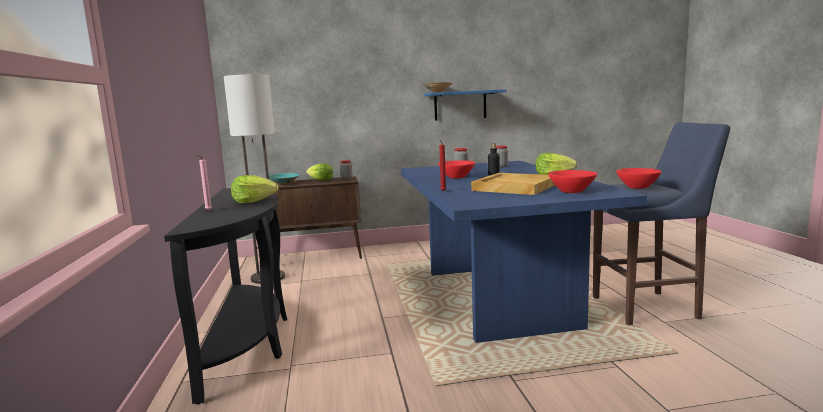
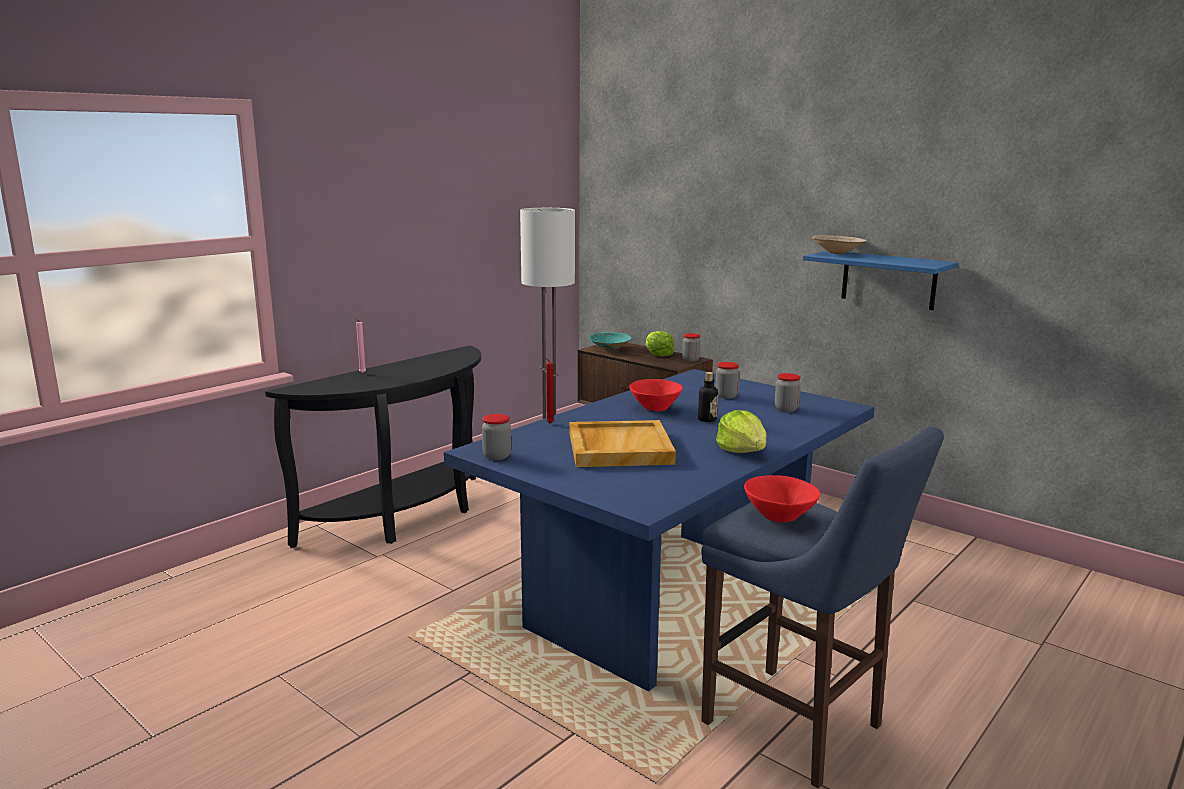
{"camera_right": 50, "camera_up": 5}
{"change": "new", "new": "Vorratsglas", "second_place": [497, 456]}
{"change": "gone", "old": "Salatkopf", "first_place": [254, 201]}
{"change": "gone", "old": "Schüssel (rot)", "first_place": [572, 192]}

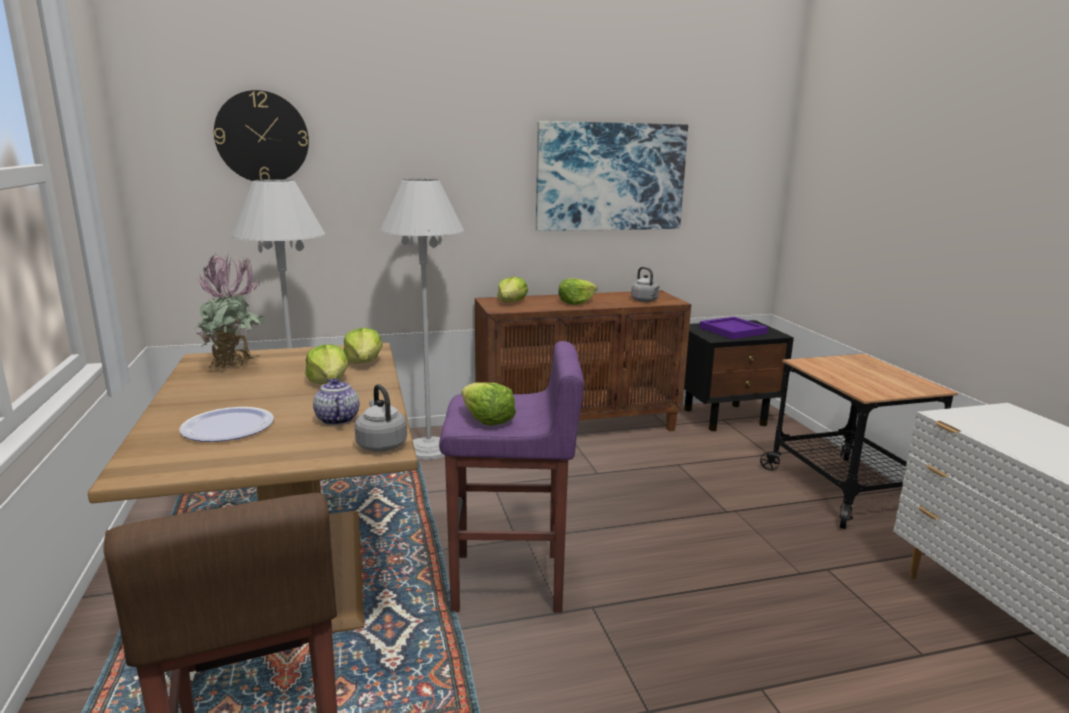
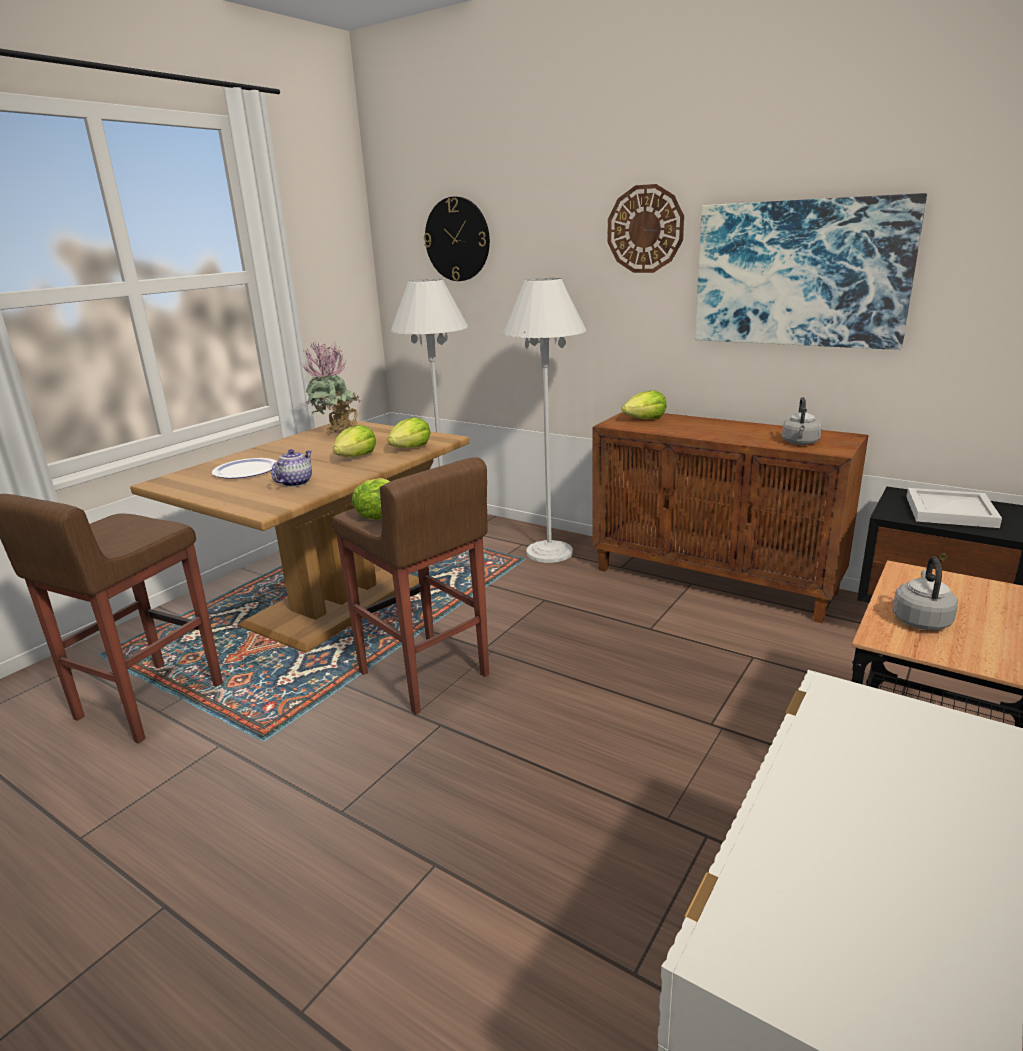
{"camera_right": 50, "camera_up": 5}
{"change": "repainted", "old": "Hocker (lila)", "new": "Hocker (braun)", "first_place": [510, 582], "second_place": [423, 675]}
{"change": "new", "new": "Wanduhr", "second_place": [645, 229]}
{"change": "shifted", "old": "Wasserkessel (grau)", "first_place": [381, 444], "second_place": [920, 620]}
{"change": "repainted", "old": "Tablett (lila)", "new": "Tablett (weiß)", "first_place": [732, 331], "second_place": [949, 511]}
{"change": "gone", "old": "Salatkopf", "first_place": [576, 302]}

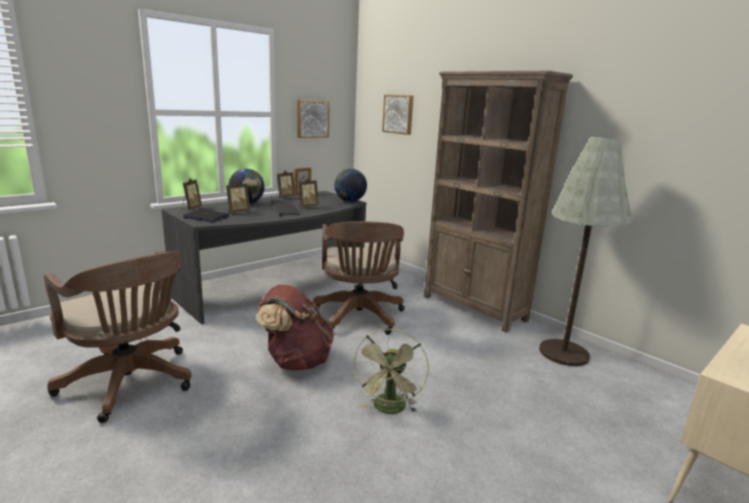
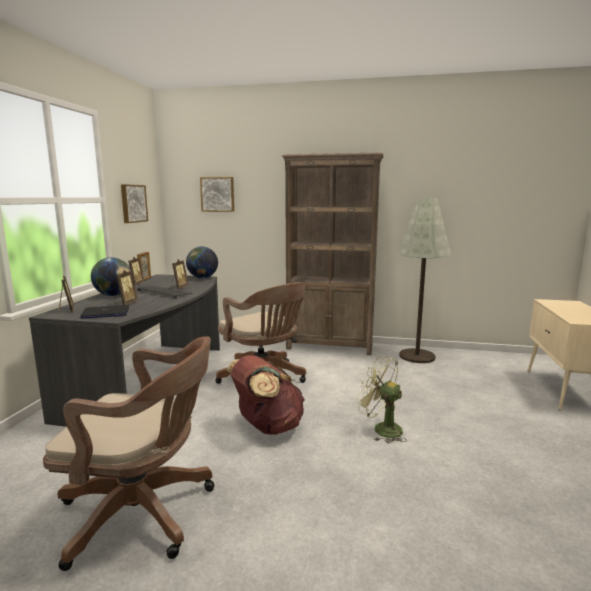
{"camera_right": -35, "camera_up": -5}
{"change": "rotated", "old": "Ventilator (grün)", "first_place": [389, 409], "second_place": [381, 429], "degrees": 150}

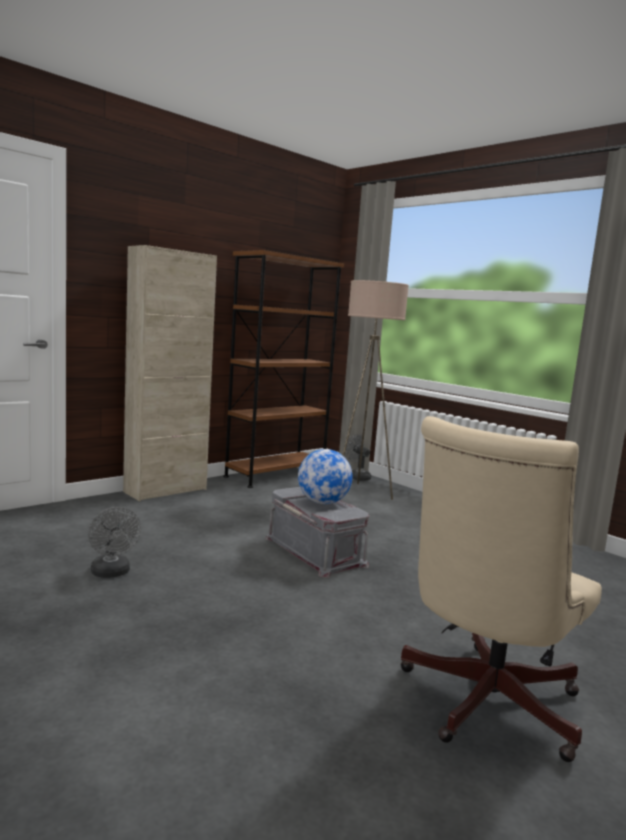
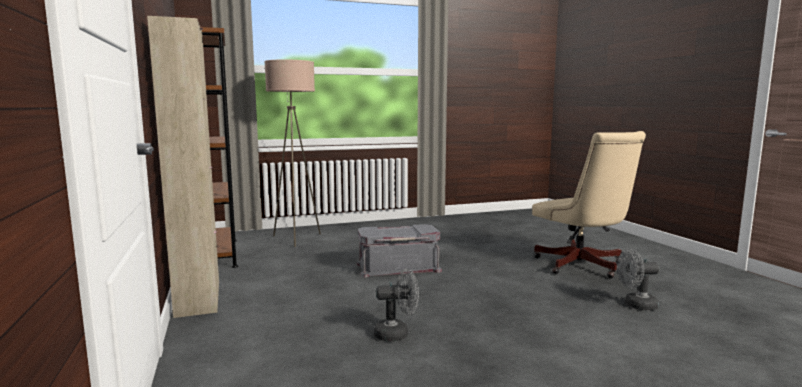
{"camera_right": -65, "camera_up": 0}
{"change": "shifted", "old": "Ventilator (grau)", "first_place": [357, 477], "second_place": [636, 305]}
{"change": "gone", "old": "Globus", "first_place": [322, 502]}

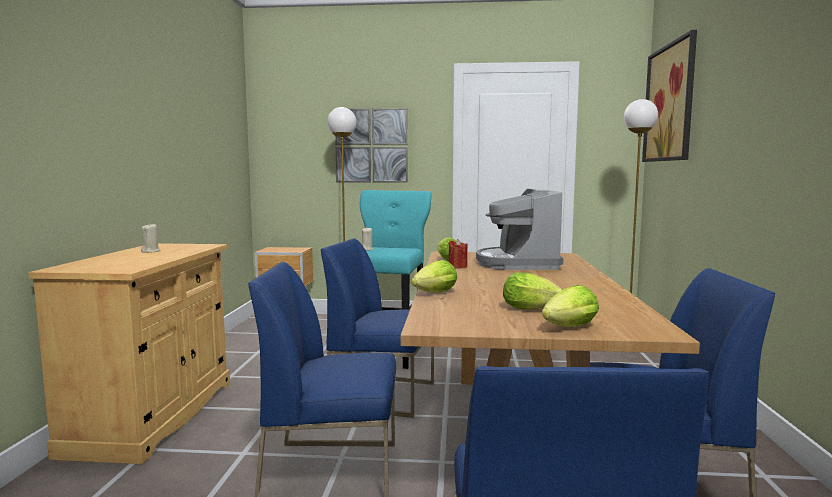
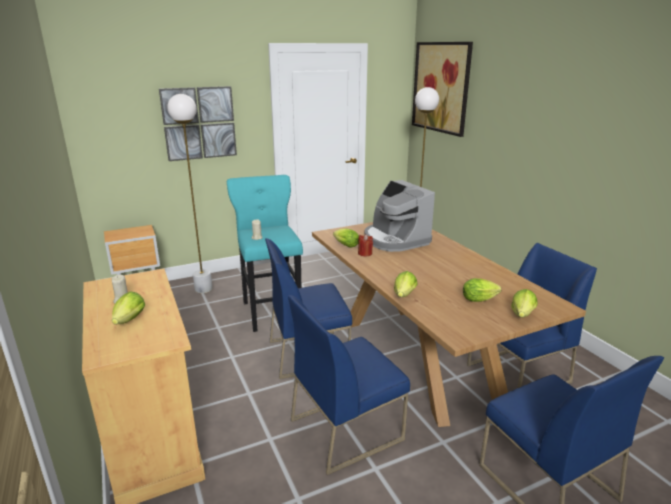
{"camera_right": -30, "camera_up": 15}
{"change": "new", "new": "Salatkopf", "second_place": [128, 321]}

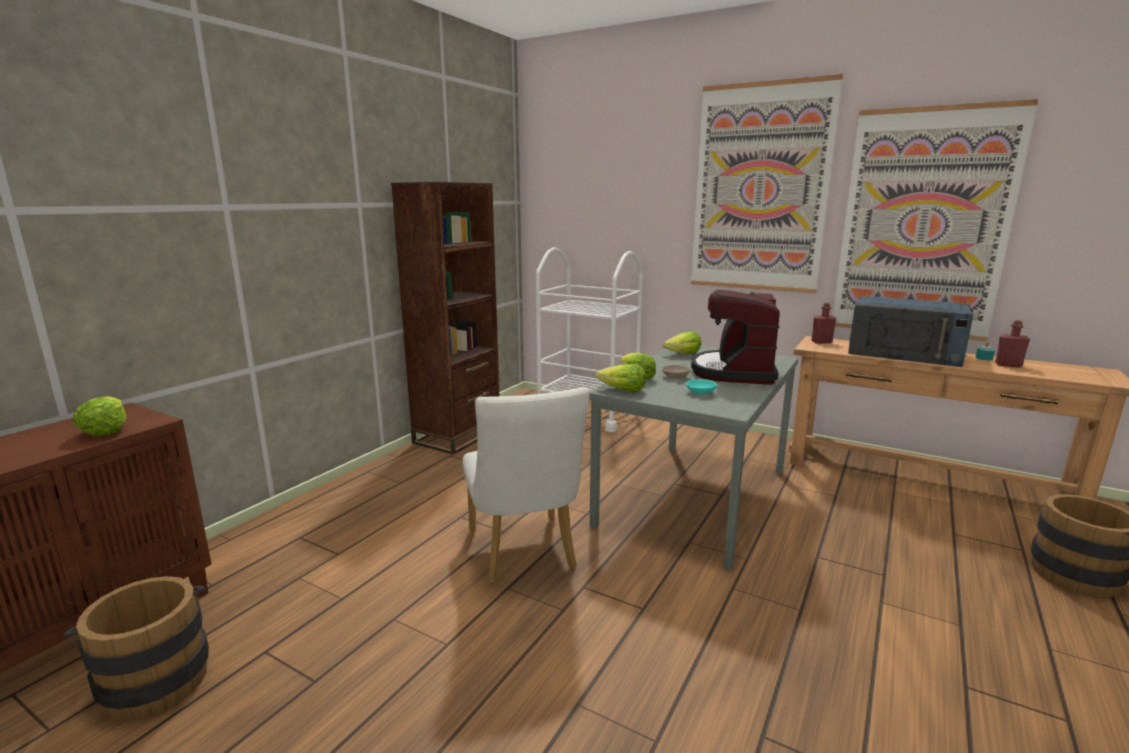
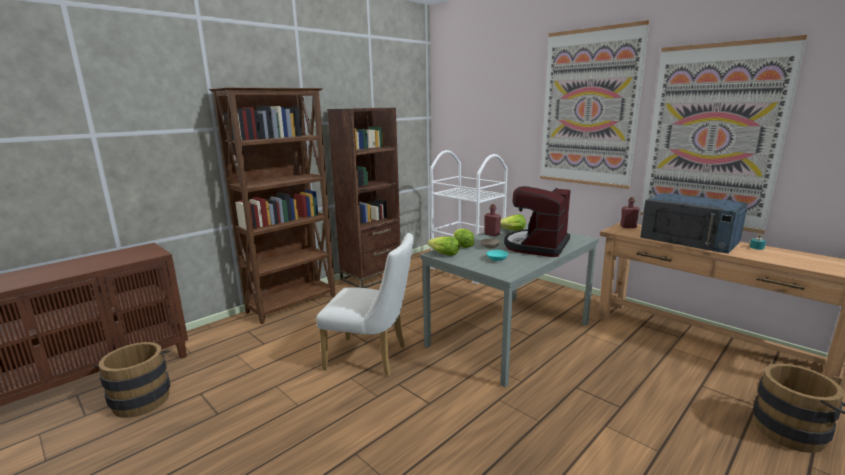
{"camera_right": 15, "camera_up": 0}
{"change": "new", "new": "Bücherregal (braun)", "second_place": [293, 304]}
{"change": "rotated", "old": "Stuhl (weiß)", "first_place": [524, 553], "second_place": [372, 358], "degrees": -75}
{"change": "shifted", "old": "Flasche (rot)", "first_place": [1008, 365], "second_place": [492, 234]}
{"change": "gone", "old": "Salatkopf", "first_place": [106, 430]}

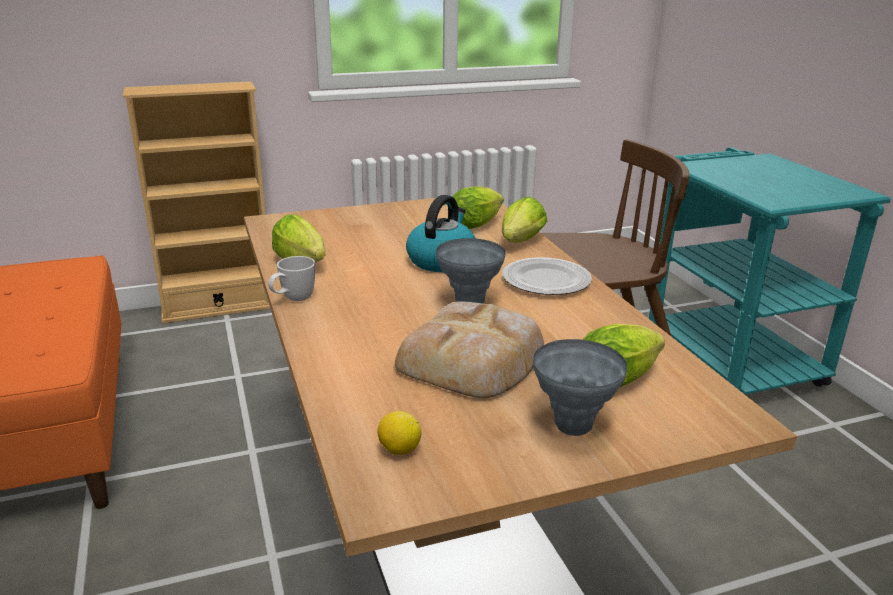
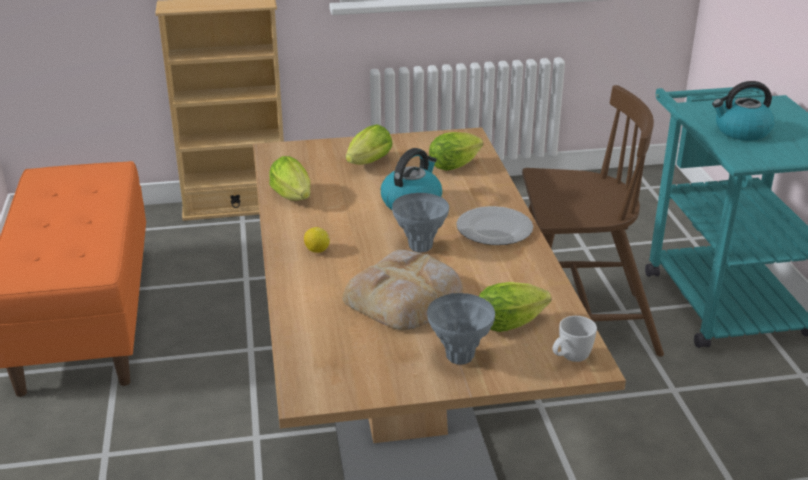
{"camera_right": 10, "camera_up": 5}
{"change": "shifted", "old": "Zitrone", "first_place": [399, 449], "second_place": [317, 250]}
{"change": "shifted", "old": "Salatkopf", "first_place": [519, 243], "second_place": [367, 164]}
{"change": "shifted", "old": "Henkelbecher (weiß)", "first_place": [293, 300], "second_place": [570, 359]}
{"change": "new", "new": "Wasserkessel", "second_place": [741, 131]}

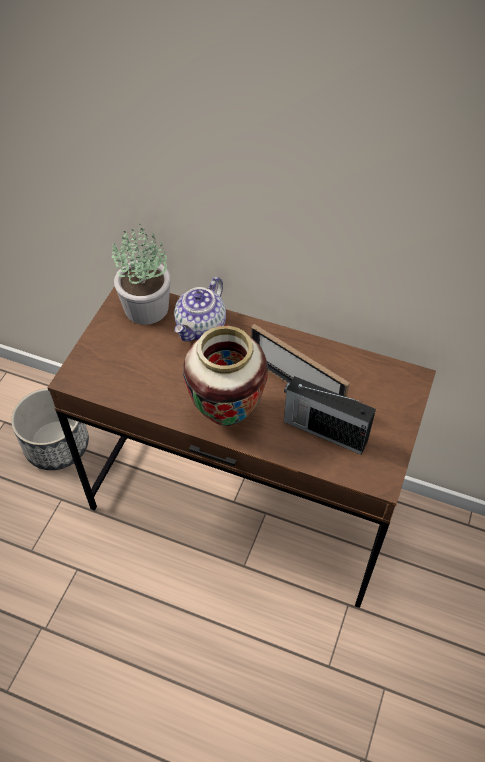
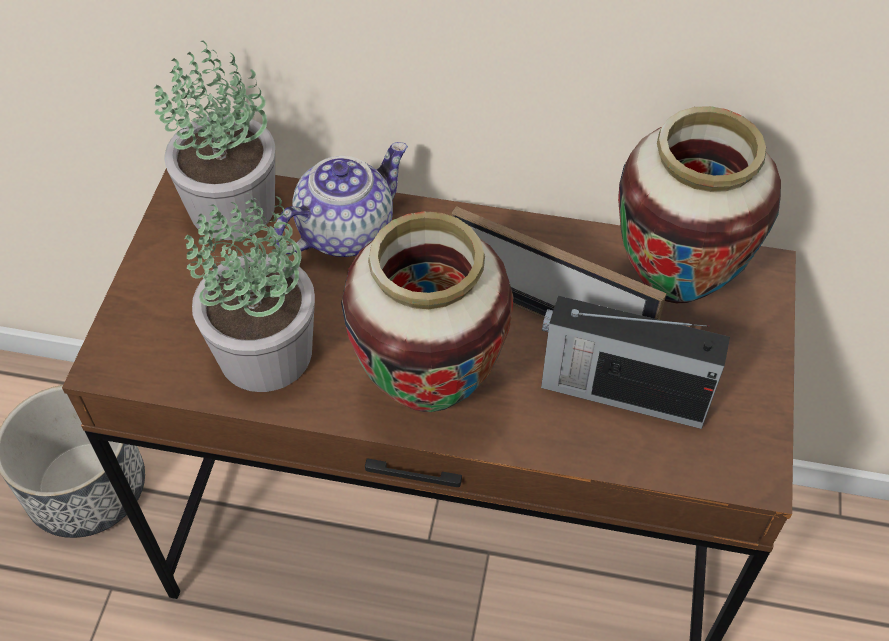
{"camera_right": -10, "camera_up": 0}
{"change": "new", "new": "Topfpflanze", "second_place": [267, 354]}
{"change": "rotated", "old": "Teekanne", "first_place": [201, 327], "second_place": [345, 231], "degrees": -150}
{"change": "new", "new": "Vase", "second_place": [674, 286]}

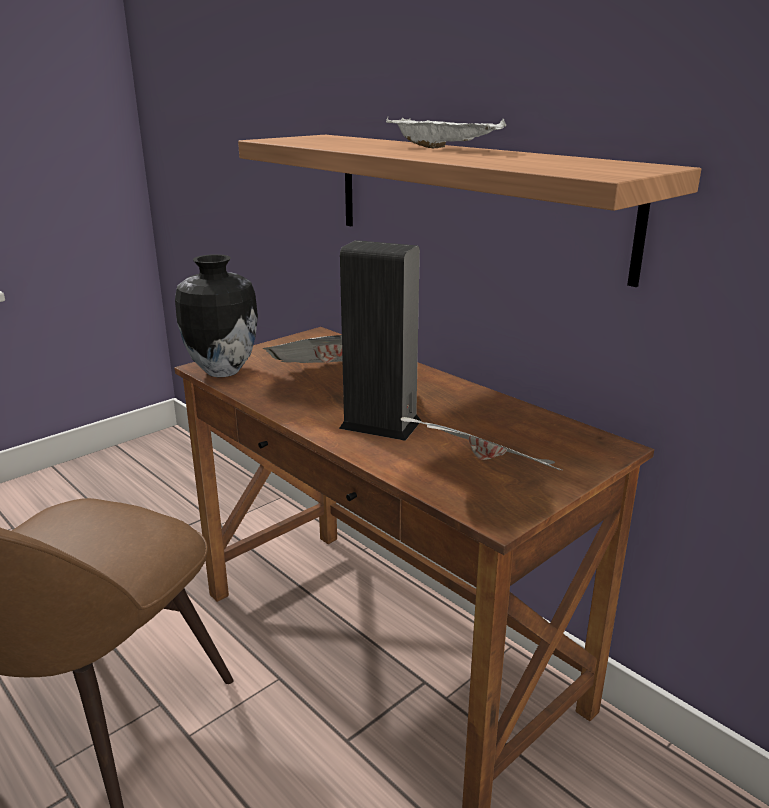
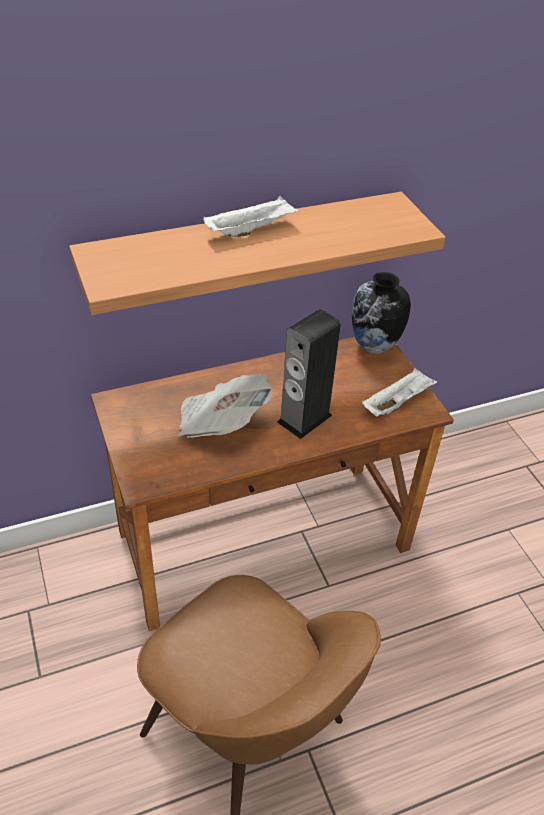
{"camera_right": -70, "camera_up": 20}
{"change": "shifted", "old": "Vase", "first_place": [221, 371], "second_place": [374, 347]}
{"change": "swapped", "old": "Zeitung", "new": "Tablett (weiß)", "first_place": [486, 484], "second_place": [397, 402]}

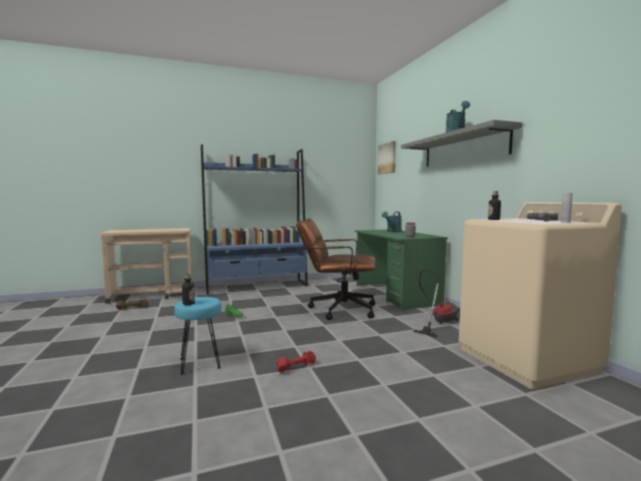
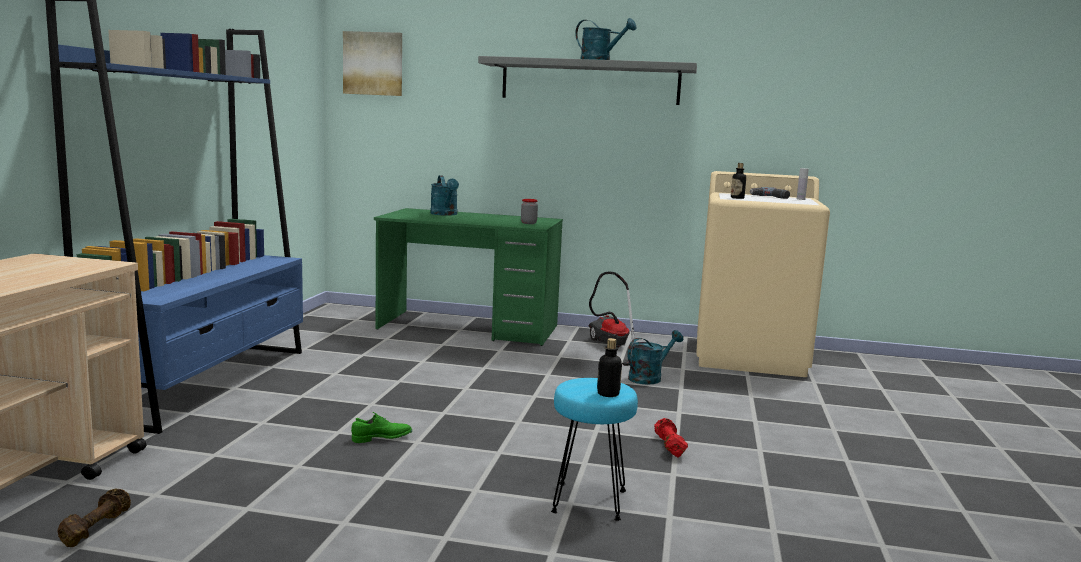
{"camera_right": -60, "camera_up": 5}
{"change": "new", "new": "Gießkanne (türkis)", "second_place": [649, 377]}
{"change": "gone", "old": "Bürostuhl (braun)", "first_place": [337, 309]}

